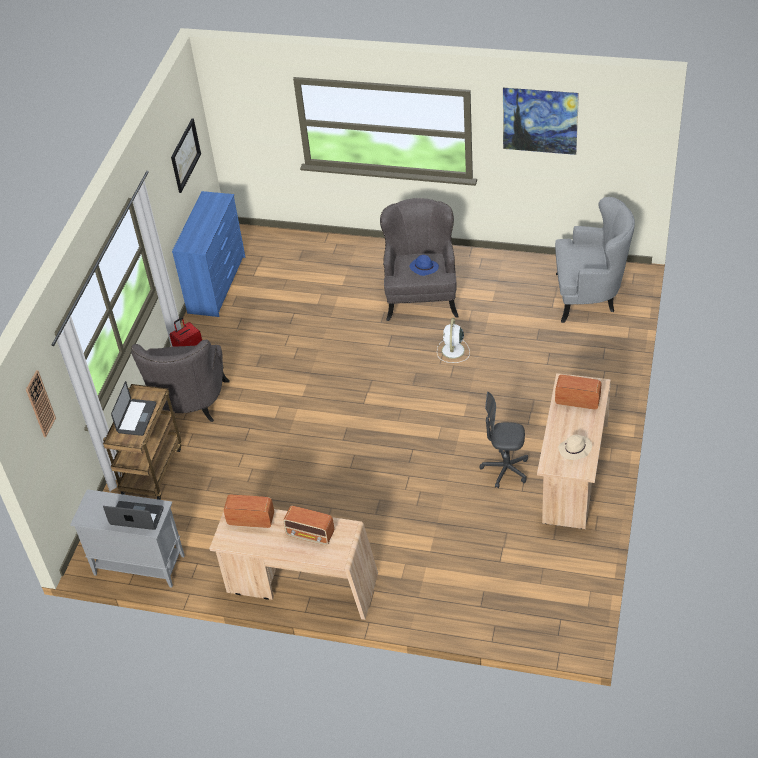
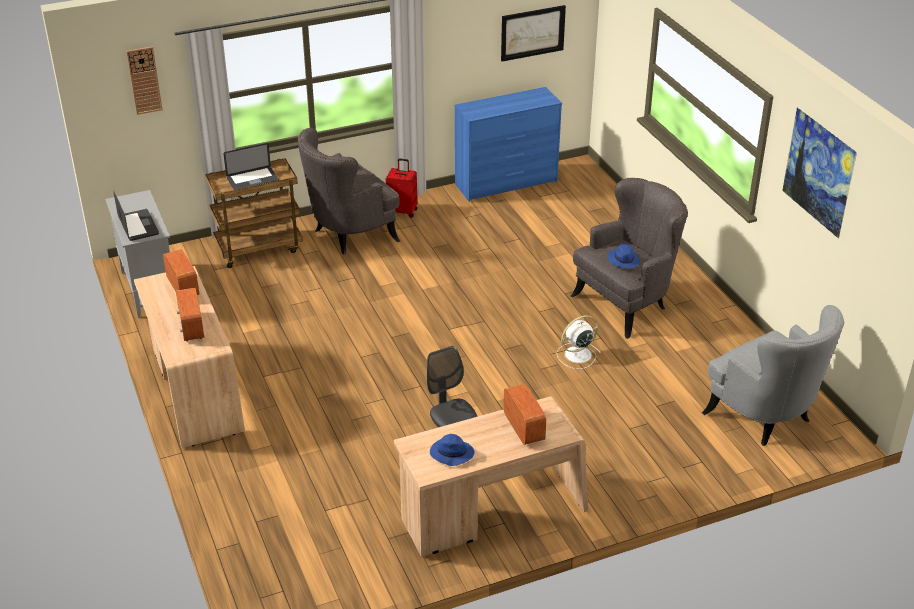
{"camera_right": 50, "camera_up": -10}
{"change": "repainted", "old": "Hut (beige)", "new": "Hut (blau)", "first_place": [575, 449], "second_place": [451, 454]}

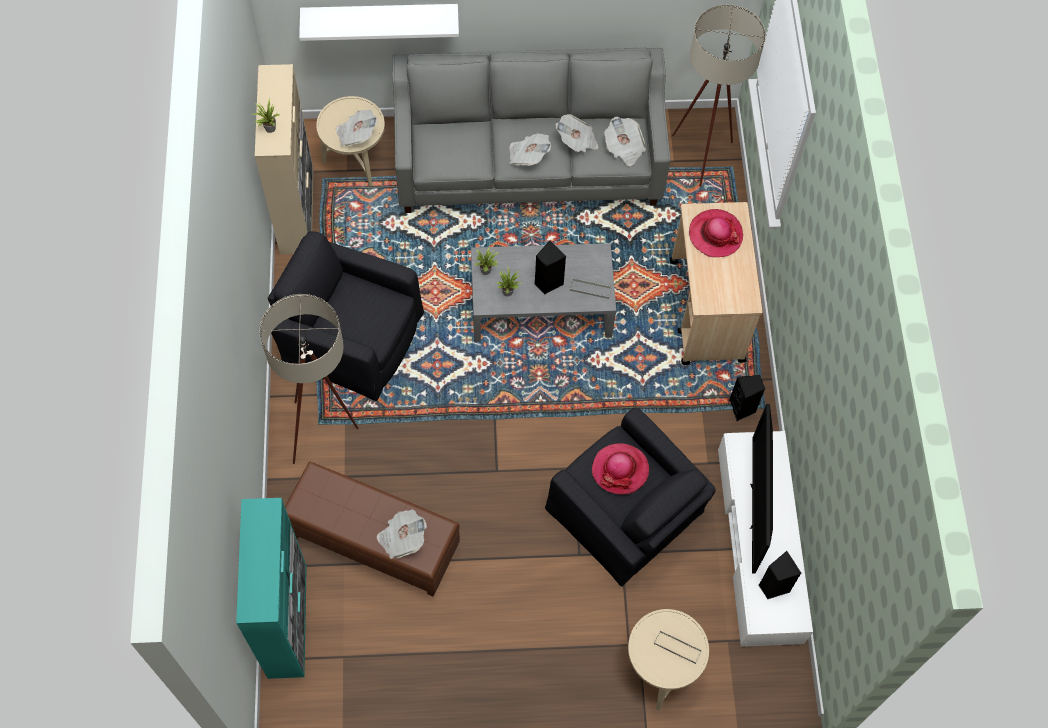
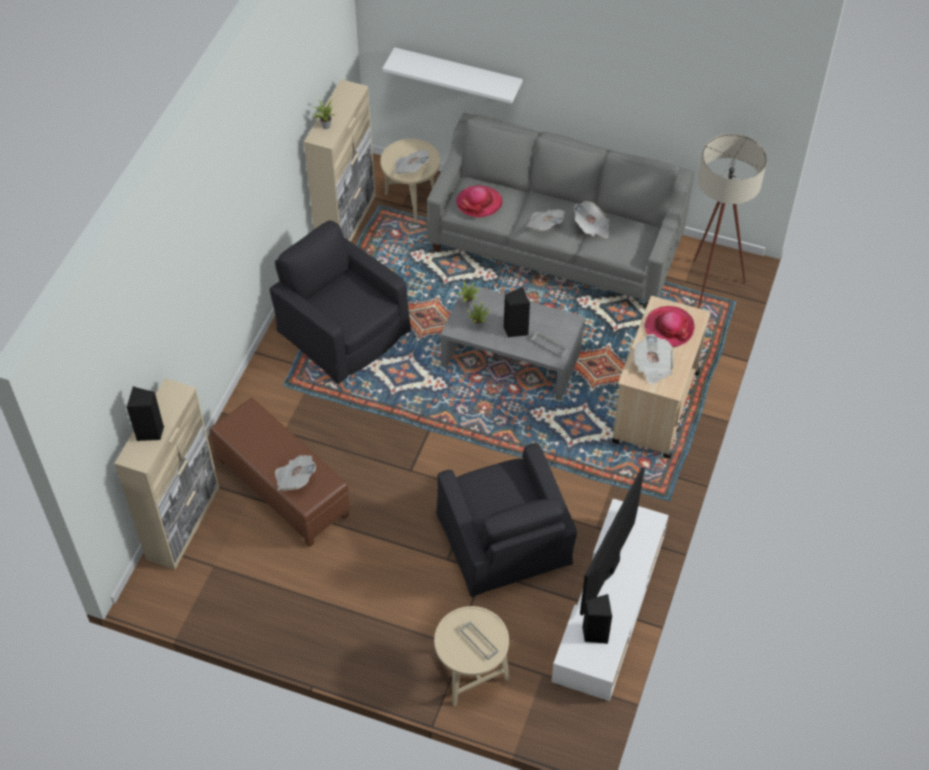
{"camera_right": 25, "camera_up": -10}
{"change": "repainted", "old": "Schrank (türkis)", "new": "Schrank (beige)", "first_place": [287, 620], "second_place": [183, 522]}
{"change": "shifted", "old": "Lautsprecher (schwarz)", "first_place": [742, 408], "second_place": [150, 432]}
{"change": "shifted", "old": "Hut", "first_place": [620, 470], "second_place": [479, 203]}
{"change": "shifted", "old": "Zeitung", "first_place": [624, 148], "second_place": [652, 366]}
{"change": "gone", "old": "Stehlampe (beige)", "first_place": [324, 431]}

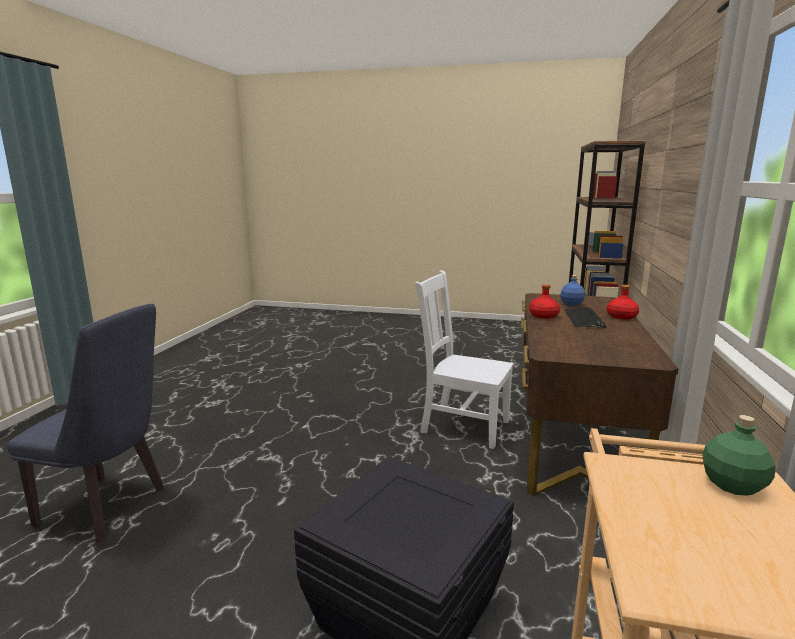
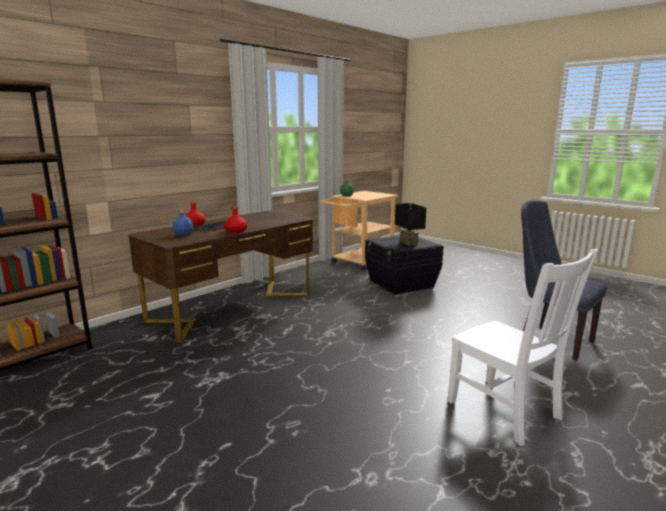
{"camera_right": -150, "camera_up": 0}
{"change": "new", "new": "Tischlampe (schwarz)", "second_place": [409, 243]}
{"change": "shifted", "old": "Stuhl (weiß)", "first_place": [462, 425], "second_place": [506, 411]}

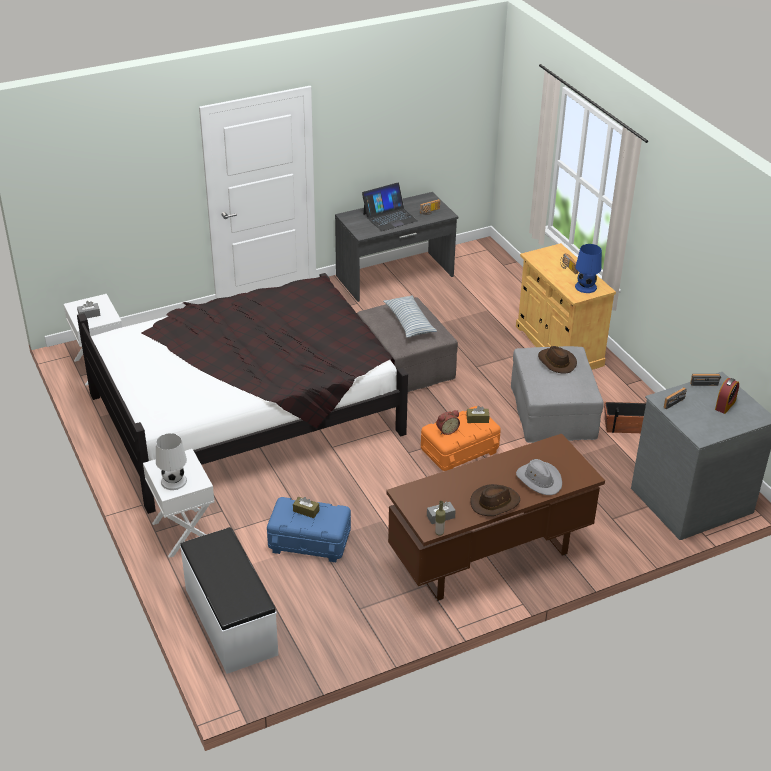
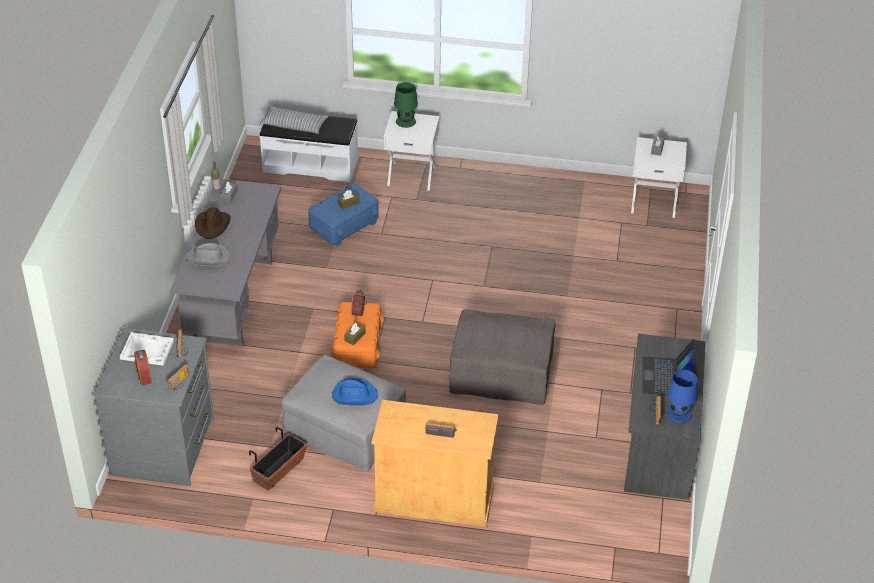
{"camera_right": 125, "camera_up": 5}
{"change": "new", "new": "Tablett (weiß)", "second_place": [147, 350]}
{"change": "repainted", "old": "Schreibtisch (braun)", "new": "Schreibtisch (grau)", "first_place": [489, 559], "second_place": [233, 299]}
{"change": "shifted", "old": "Kissen", "first_place": [409, 322], "second_place": [294, 125]}
{"change": "repainted", "old": "Hut (braun)", "new": "Hut (blau)", "first_place": [556, 362], "second_place": [354, 395]}
{"change": "repainted", "old": "Tischlampe (weiß)", "new": "Tischlampe (grün)", "first_place": [173, 481], "second_place": [405, 121]}
{"change": "shifted", "old": "Tischlampe (blau)", "first_place": [585, 287], "second_place": [679, 413]}
{"change": "gone", "old": "Bett (schwarz)", "first_place": [246, 412]}

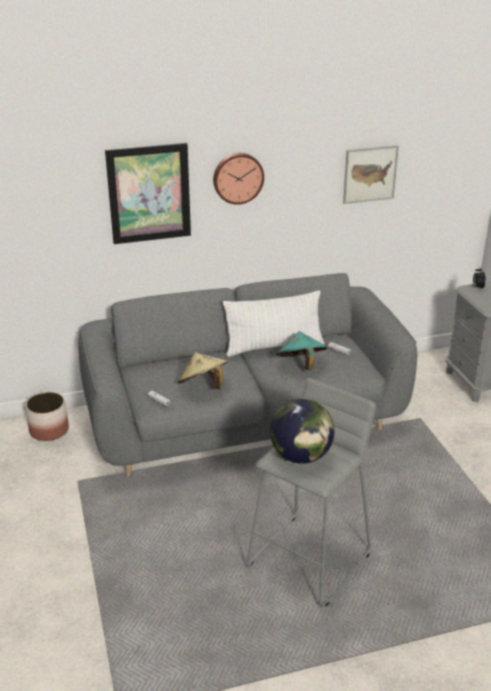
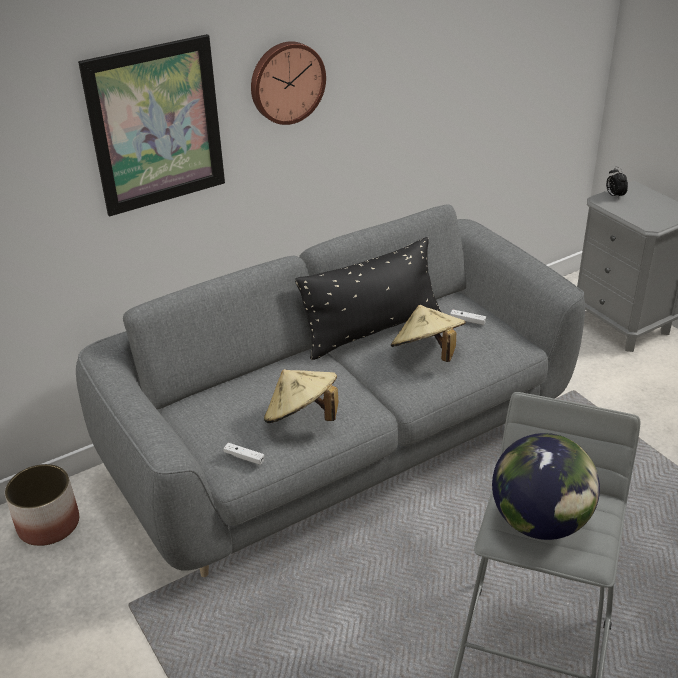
{"camera_right": -15, "camera_up": 5}
{"change": "repainted", "old": "Kissen (weiß)", "new": "Kissen (schwarz)", "first_place": [273, 347], "second_place": [372, 331]}
{"change": "repainted", "old": "Hut (türkis)", "new": "Hut (beige)", "first_place": [301, 365], "second_place": [427, 354]}
{"change": "gone", "old": "Bild", "first_place": [370, 174]}

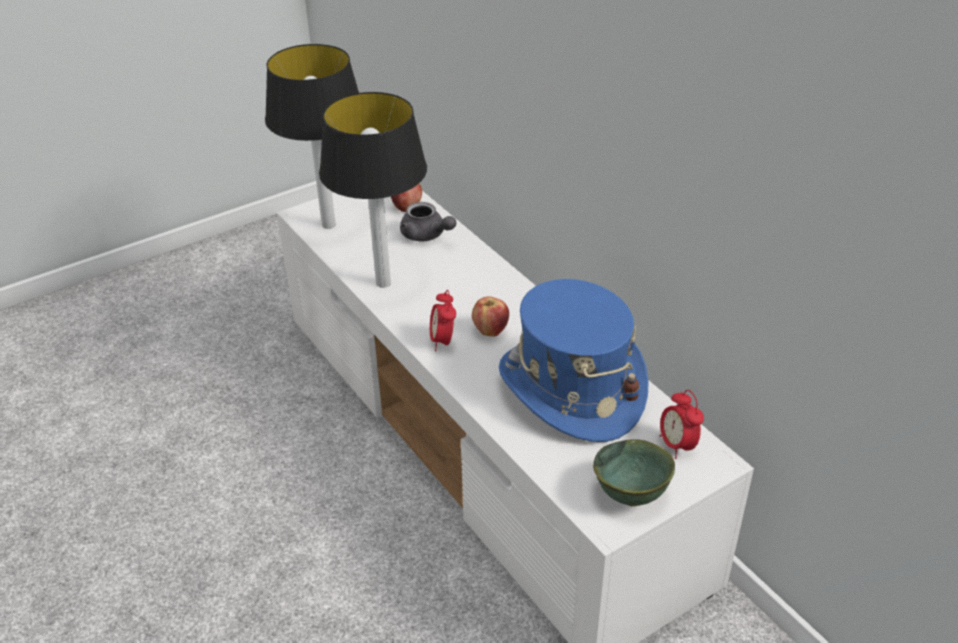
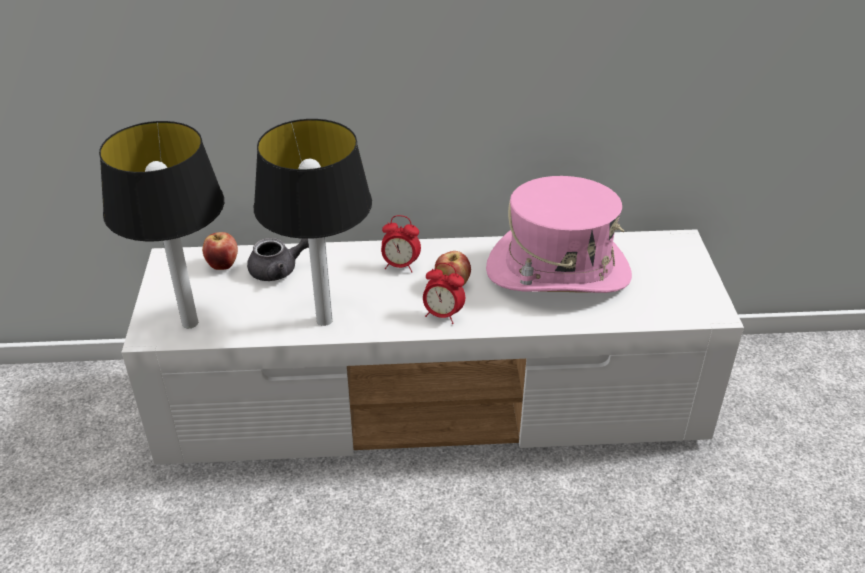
{"camera_right": -60, "camera_up": 0}
{"change": "shifted", "old": "Wecker", "first_place": [677, 445], "second_place": [400, 266]}
{"change": "repainted", "old": "Hut (blau)", "new": "Hut (rosa)", "first_place": [571, 388], "second_place": [558, 271]}
{"change": "gone", "old": "Schüssel (grün)", "first_place": [630, 495]}

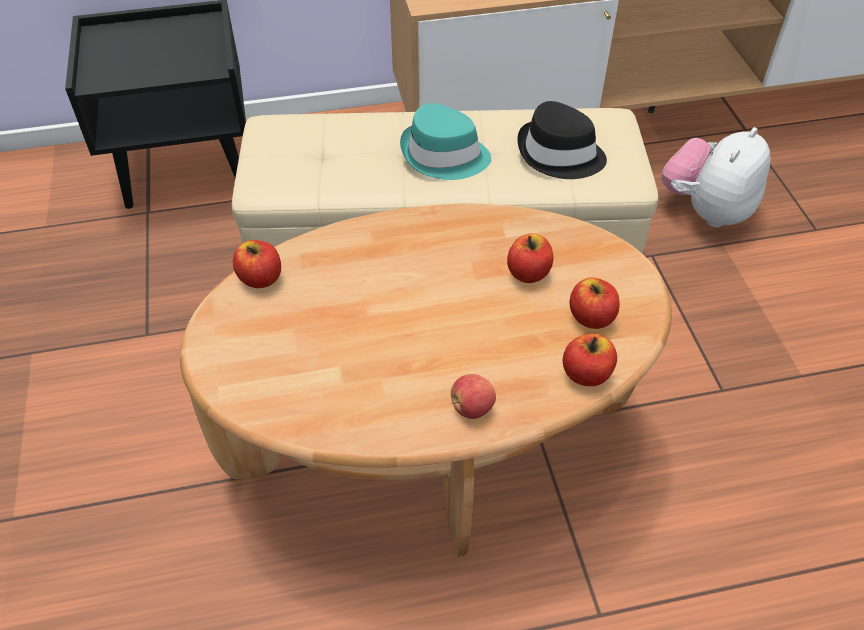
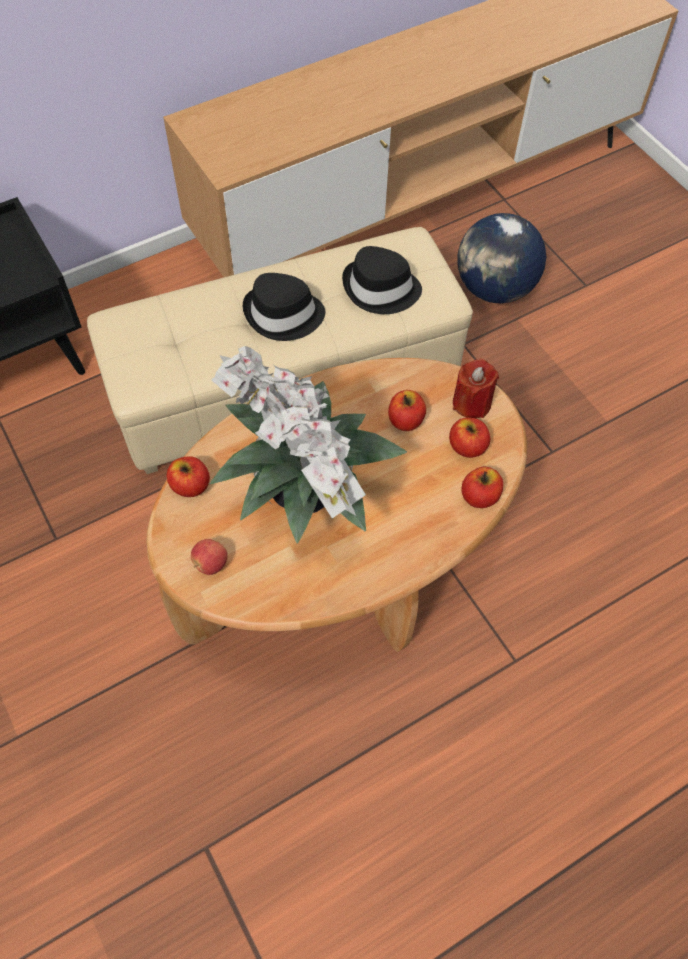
{"camera_right": -20, "camera_up": 10}
{"change": "shifted", "old": "Apfel", "first_place": [471, 407], "second_place": [210, 563]}
{"change": "new", "new": "Topfpflanze", "second_place": [305, 500]}
{"change": "repainted", "old": "Hut (türkis)", "new": "Hut (schwarz)", "first_place": [444, 156], "second_place": [283, 315]}
{"change": "new", "new": "Kerze (rot)", "second_place": [471, 403]}
{"change": "swapped", "old": "Plüschtier", "new": "Globus", "first_place": [706, 210], "second_place": [494, 289]}

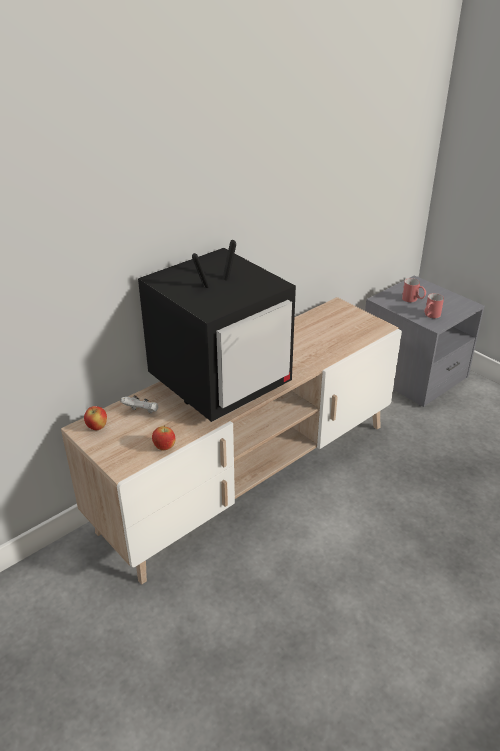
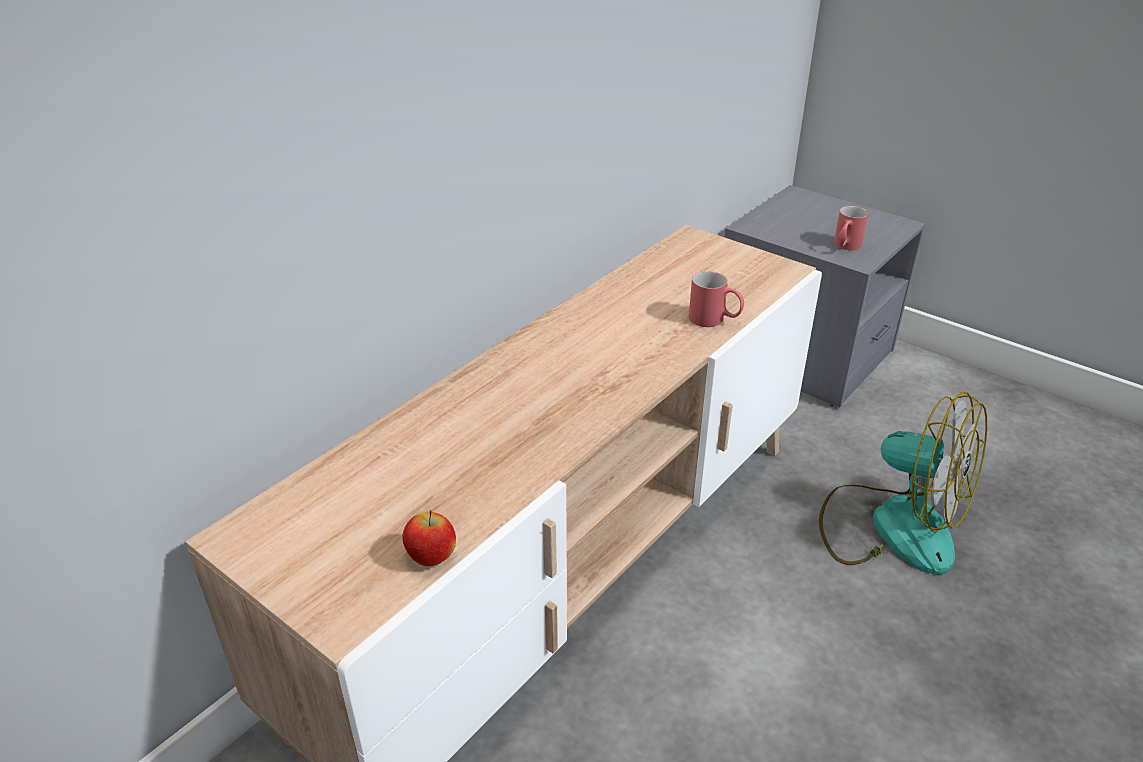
{"camera_right": -10, "camera_up": 0}
{"change": "shifted", "old": "Henkelbecher (rot)", "first_place": [413, 300], "second_place": [714, 320]}
{"change": "new", "new": "Ventilator", "second_place": [891, 526]}
{"change": "gone", "old": "Apfel", "first_place": [97, 427]}
{"change": "gone", "old": "Gamepad (weiß)", "first_place": [142, 412]}
{"change": "gone", "old": "Fernseher", "first_place": [221, 382]}

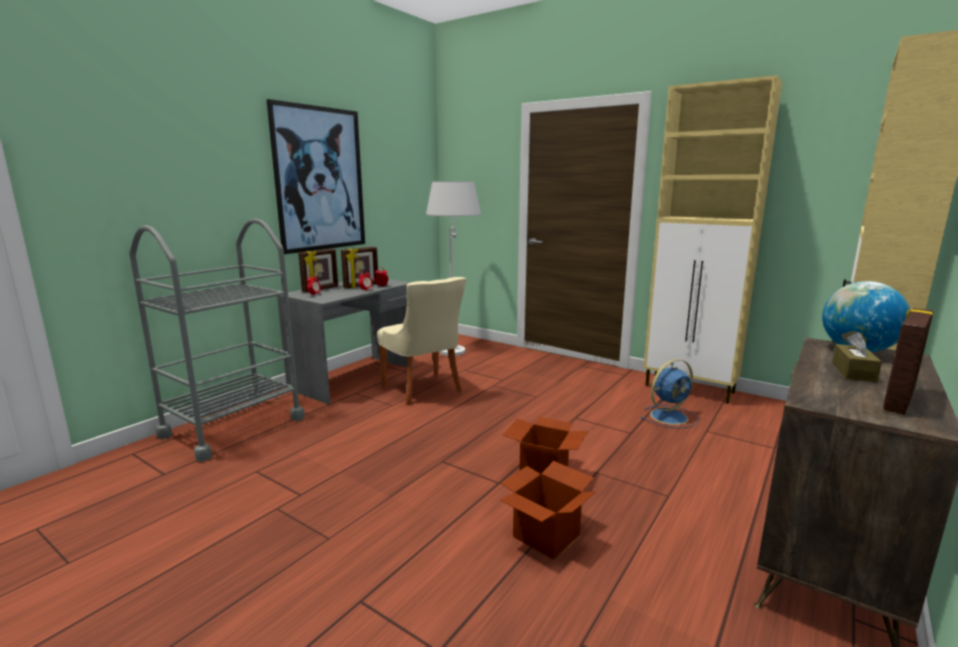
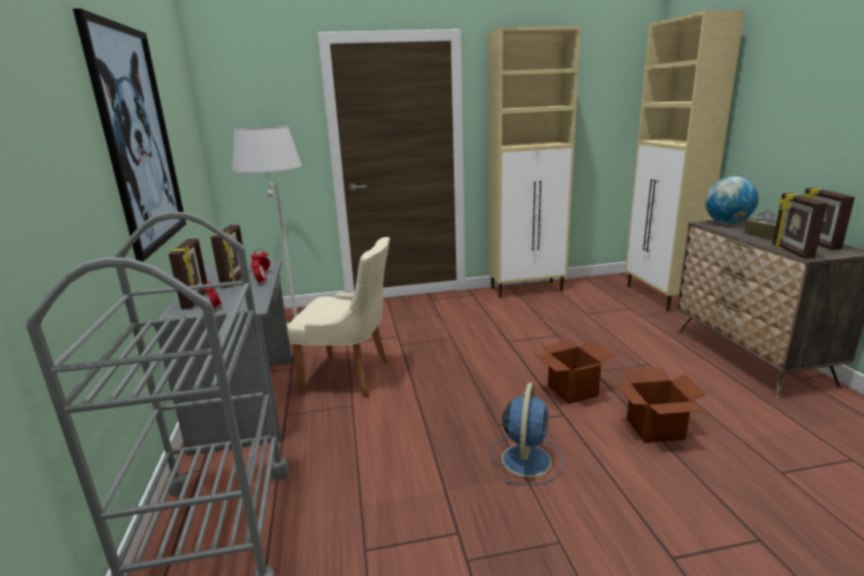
{"camera_right": -45, "camera_up": 5}
{"change": "shifted", "old": "Ventilator (blau)", "first_place": [670, 416], "second_place": [526, 458]}
{"change": "new", "new": "Bilderrahmen", "second_place": [791, 251]}

